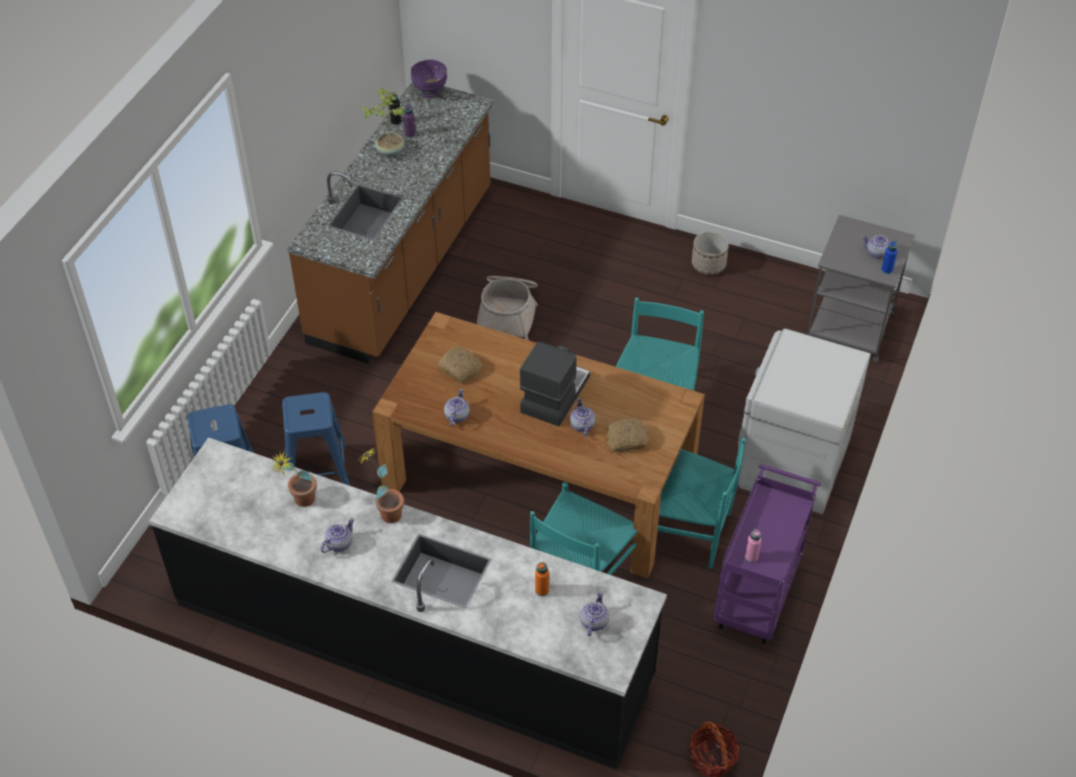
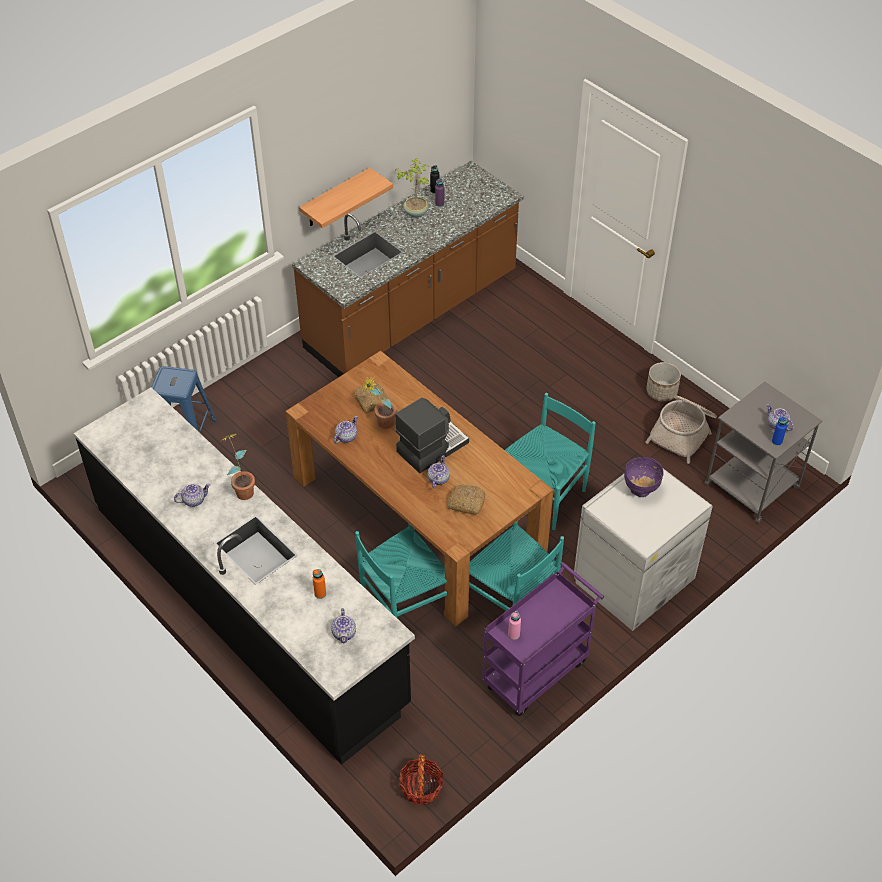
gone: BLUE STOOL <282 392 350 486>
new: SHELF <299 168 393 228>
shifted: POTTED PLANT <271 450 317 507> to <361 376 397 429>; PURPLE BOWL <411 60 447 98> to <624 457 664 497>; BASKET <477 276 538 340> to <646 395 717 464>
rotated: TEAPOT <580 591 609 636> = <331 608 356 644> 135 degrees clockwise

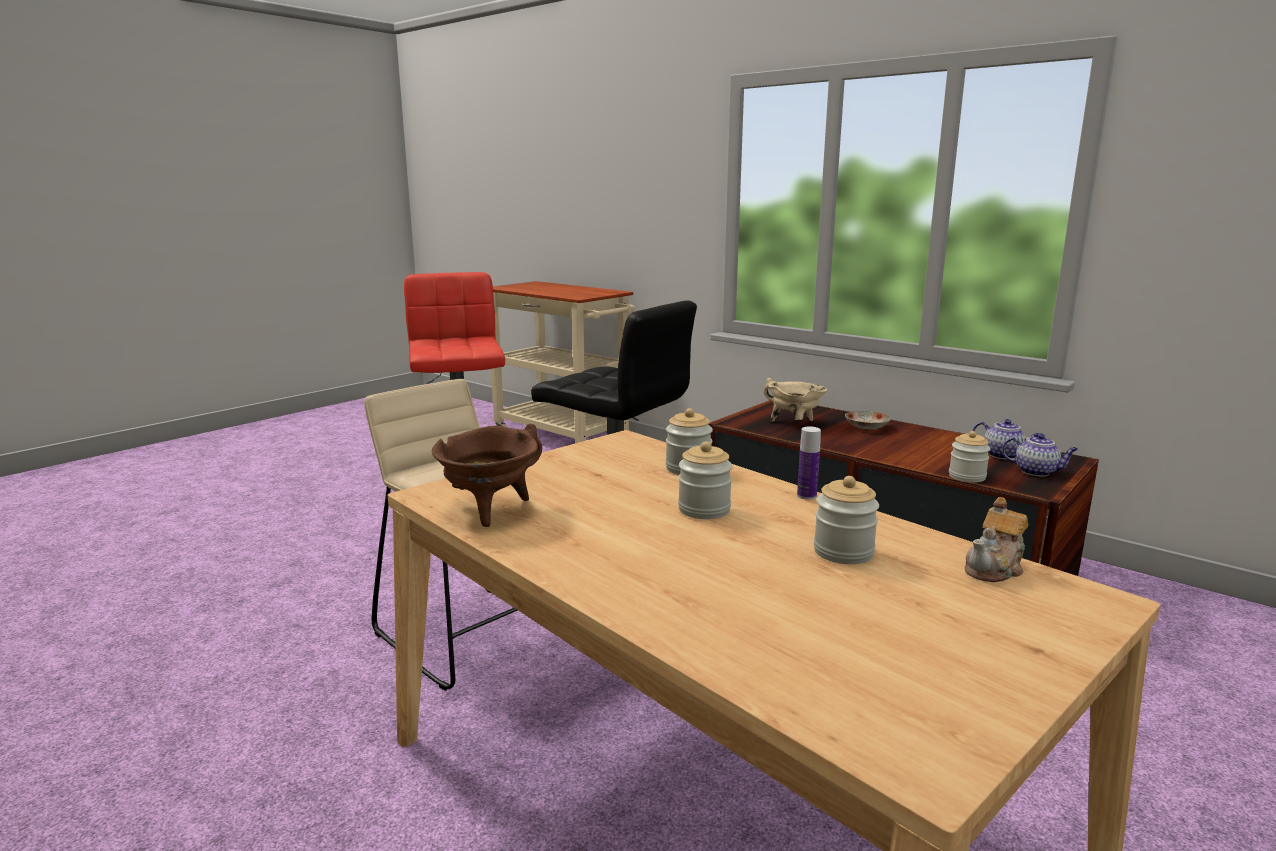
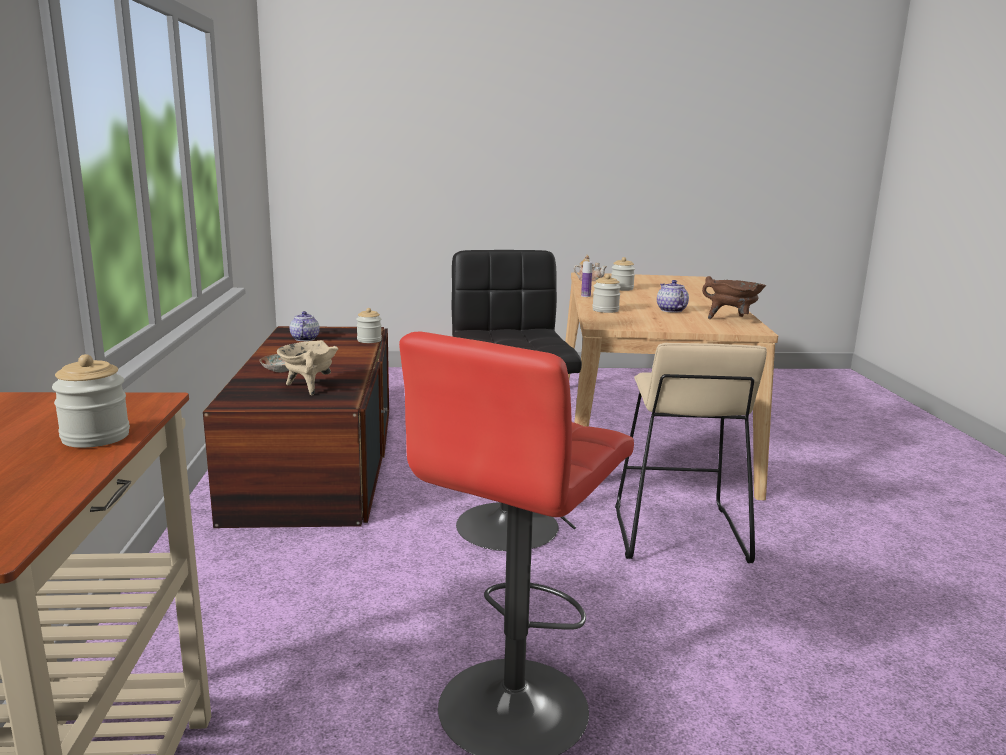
shifted: JAR <678 441 733 519> to <52 354 130 448>; TEAPOT <1002 434 1079 476> to <657 280 689 313>

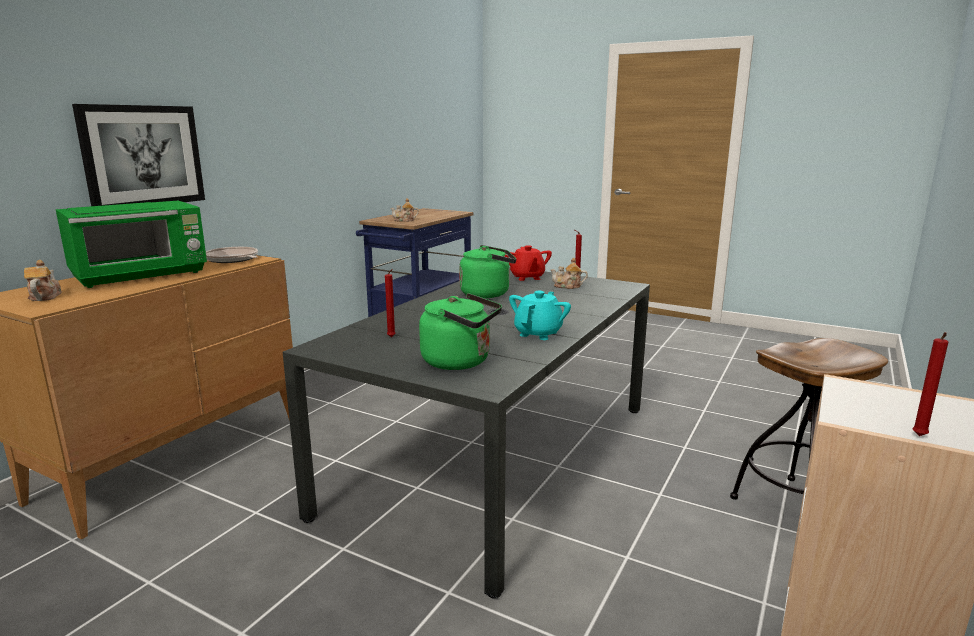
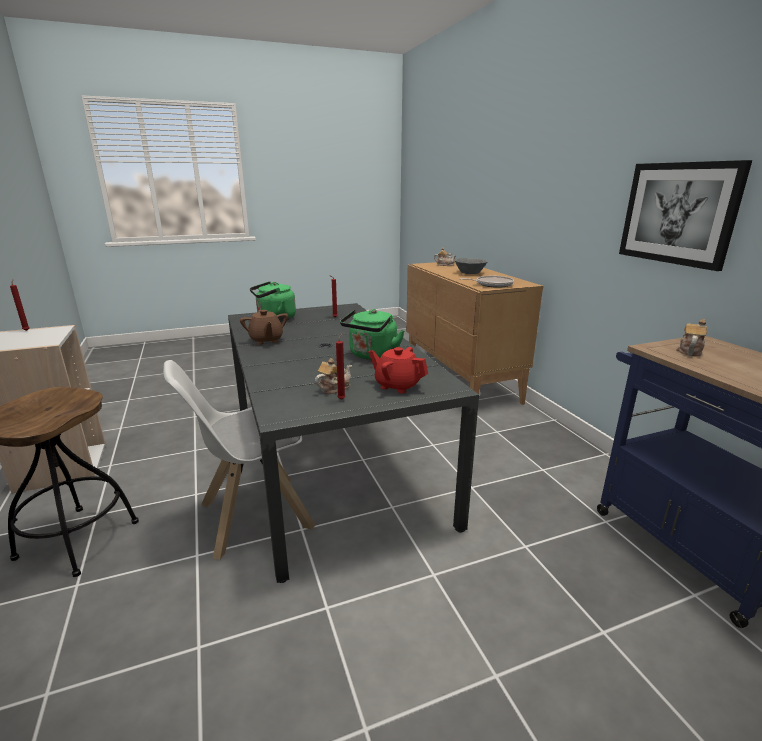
new: CHAIR <163 360 316 560>
shifted: PICTURE <72 104 205 206> to <619 160 752 271>
swapped: GREEN MICROWAVE <56 201 207 288> to GREY BOWL <455 258 488 274>
repainted: TURQUOISE TEAPOT <509 291 571 340> to BROWN TEAPOT <240 310 288 345>

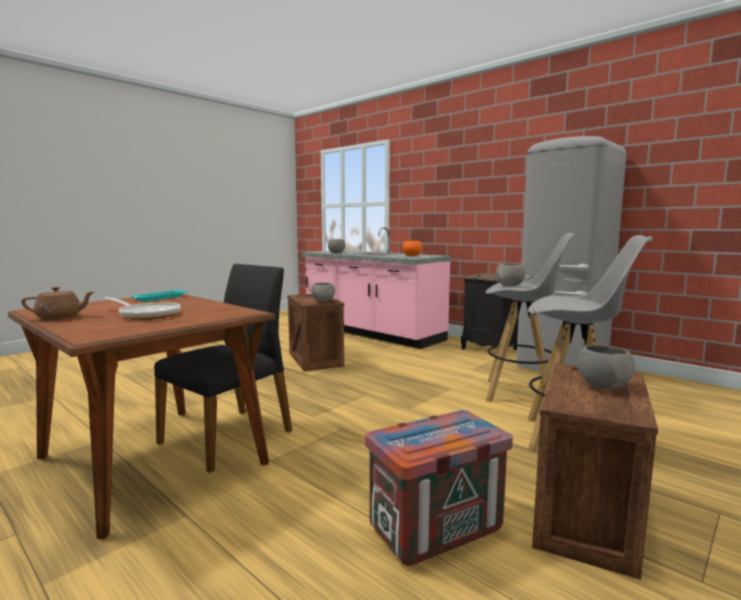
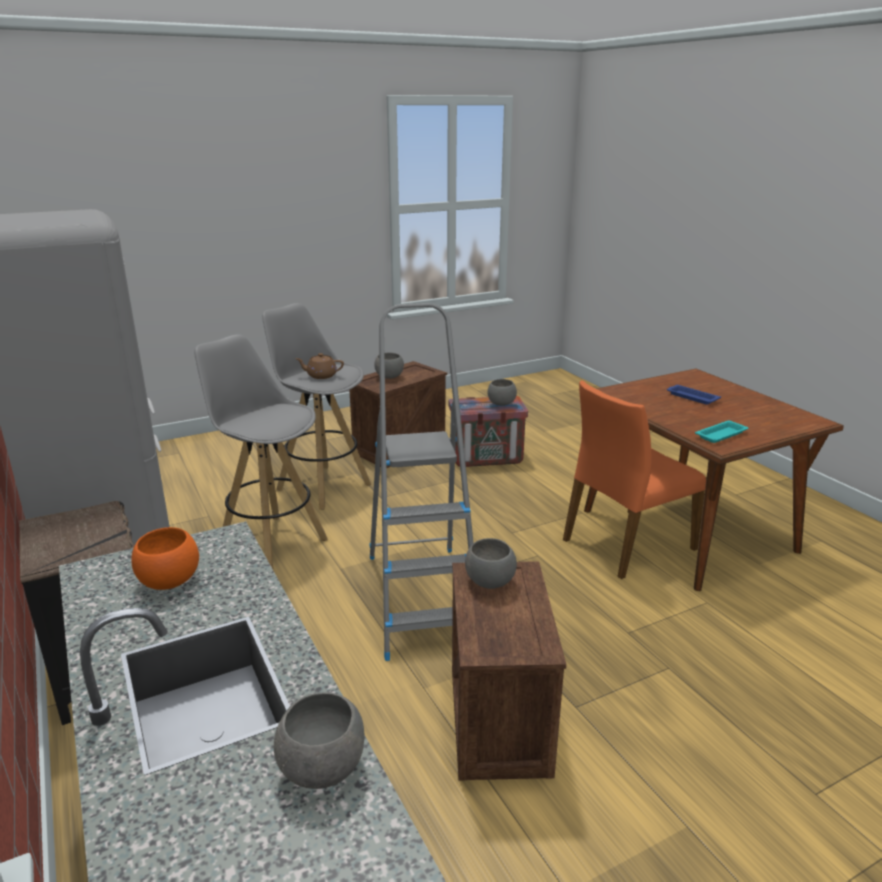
new: GREY STEP LADDER <370 303 474 661>
shifted: BROWN TEAPOT <21 287 94 320> to <295 353 344 379>; GREY BOWL <496 263 525 286> to <488 379 517 406>
swapped: FRYING PAN <104 297 180 320> to BLUE TRAY <667 385 721 405>
repainted: BLACK CHAIR <154 264 292 473> to ORANGE CHAIR <563 381 706 579>

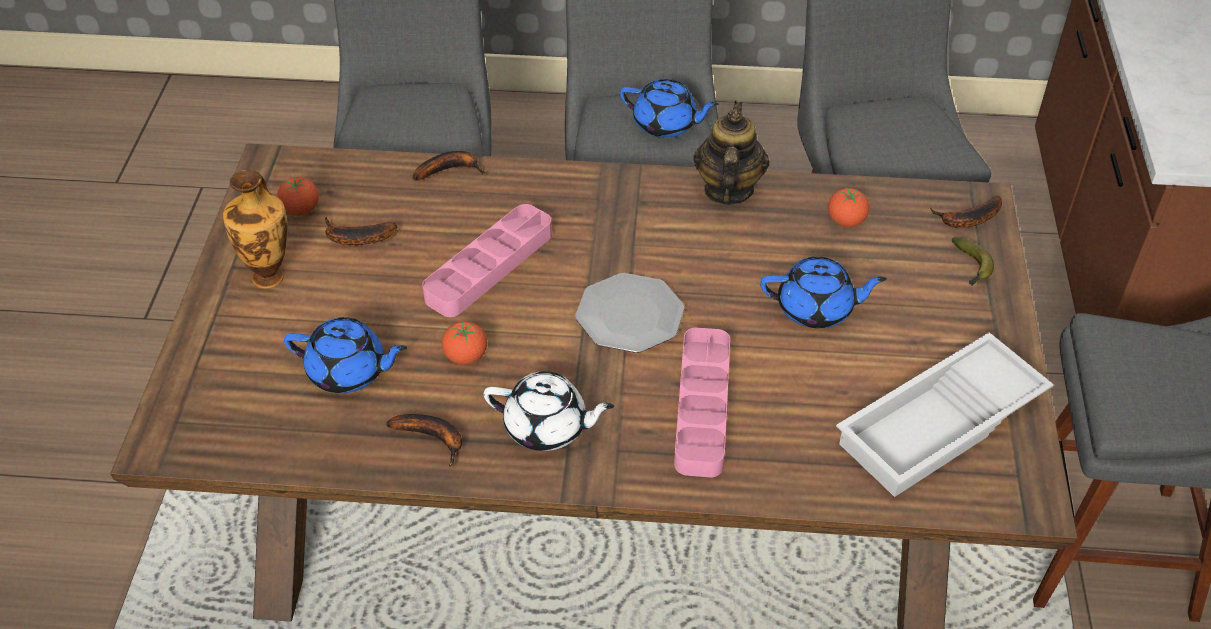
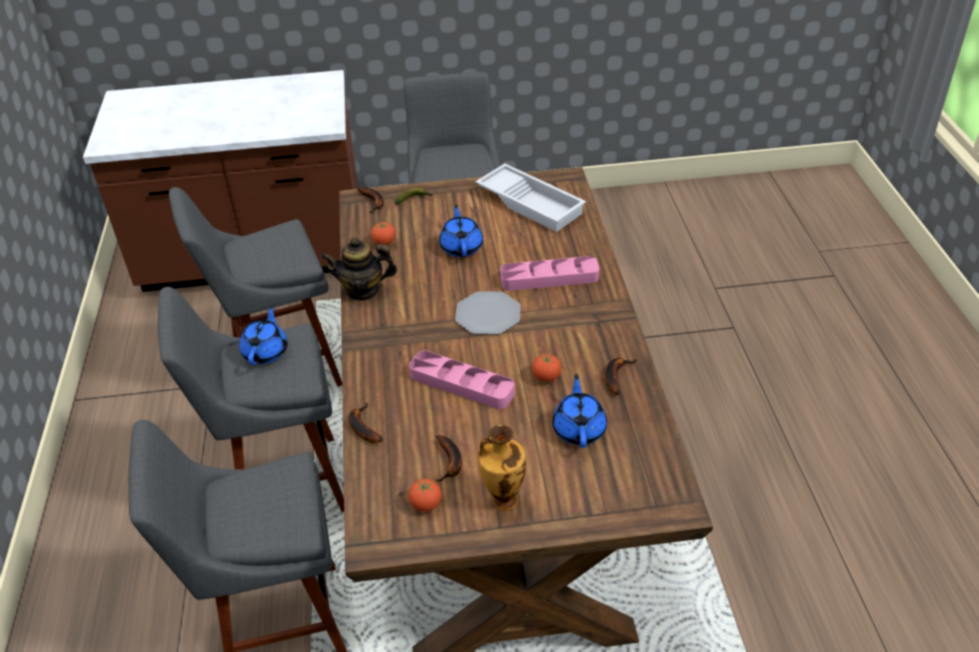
gone: WHITE TEAPOT <484 371 614 451>

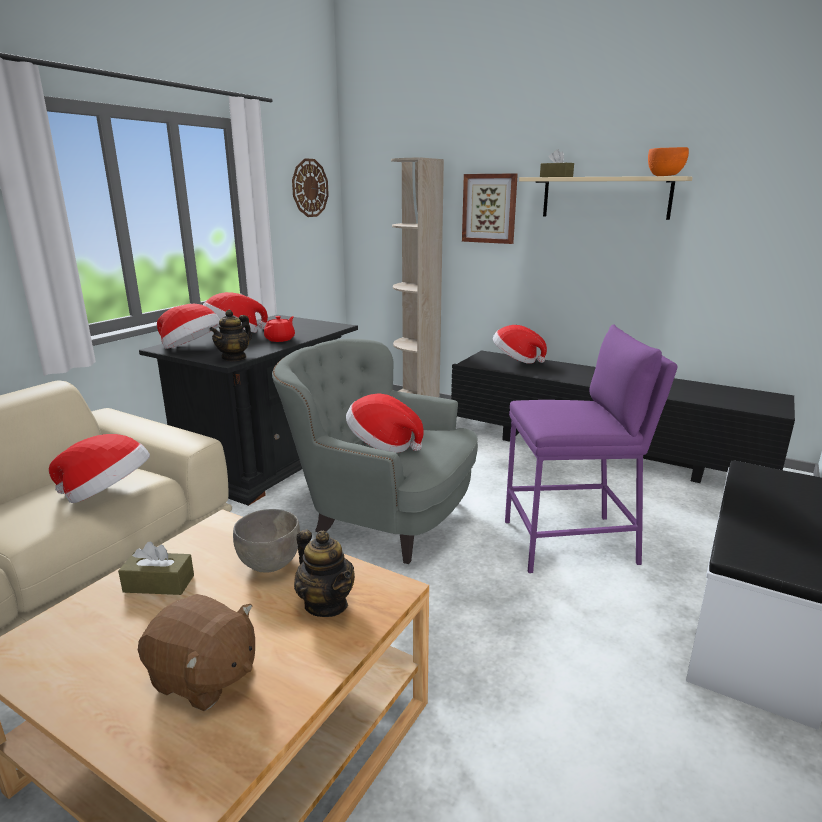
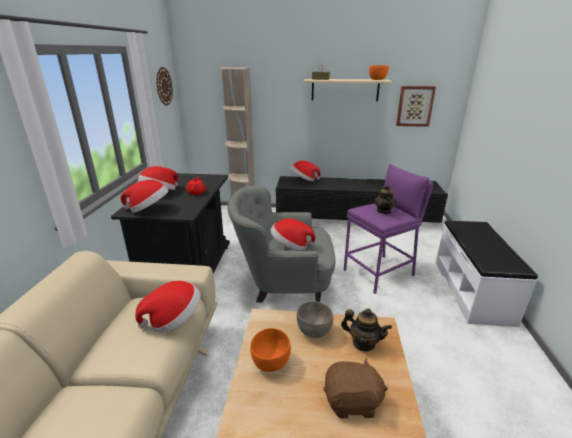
shifted: TEAPOT <209 310 252 361> to <374 185 396 214>; PICTURE <462 173 518 244> to <396 86 436 127>
swapped: BROWN TISSUE BOX <118 541 194 595> to ORANGE BOWL <250 328 291 372>

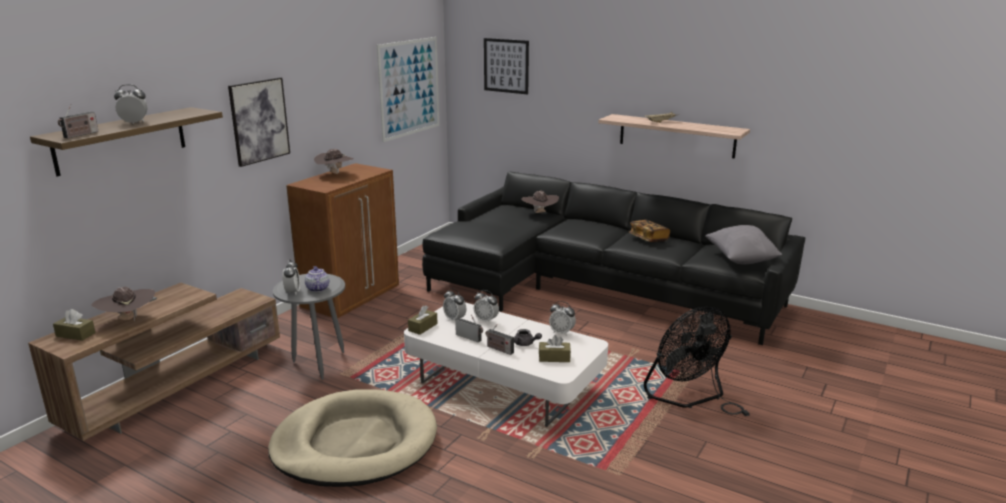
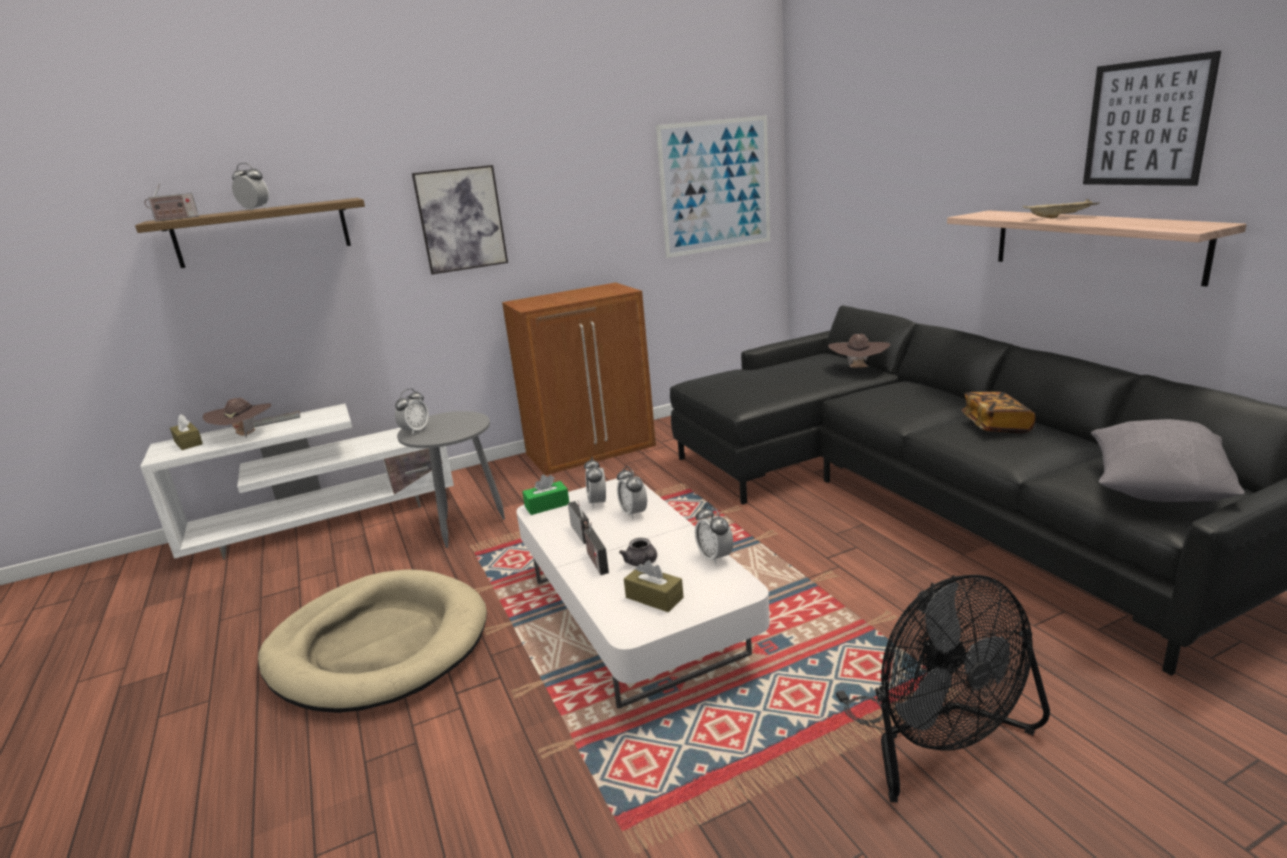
gone: TEAPOT <305 266 329 292>; BROWN HAT <314 149 354 174>
shifted: PICTURE <484 38 529 95> to <1083 51 1221 186>
repainted: BROWN TV STAND <28 283 280 441> to WHITE TV STAND <140 404 454 560>; BROWN TISSUE BOX <408 306 438 335> to GREEN TISSUE BOX <522 475 569 515>
rotated: BLACK FAN <644 307 750 416> = <836 575 1050 802> 150 degrees clockwise

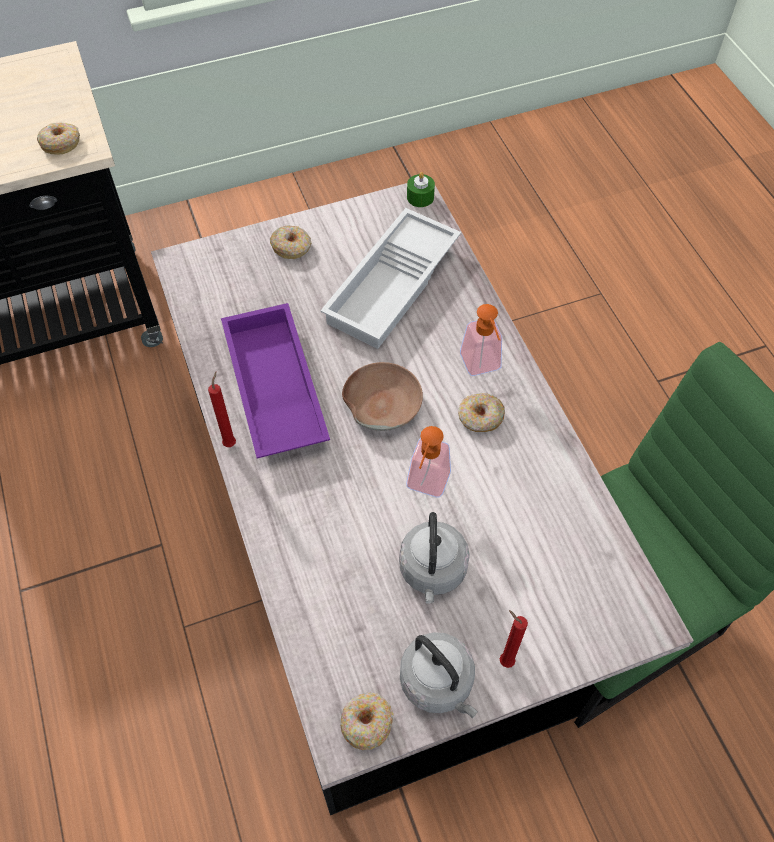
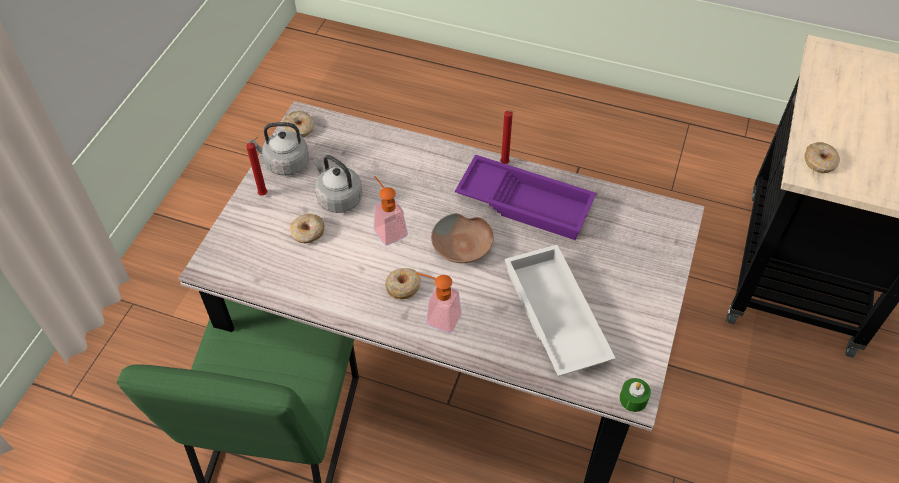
shifted: DONUT <270 225 311 259> to <290 214 325 243>

